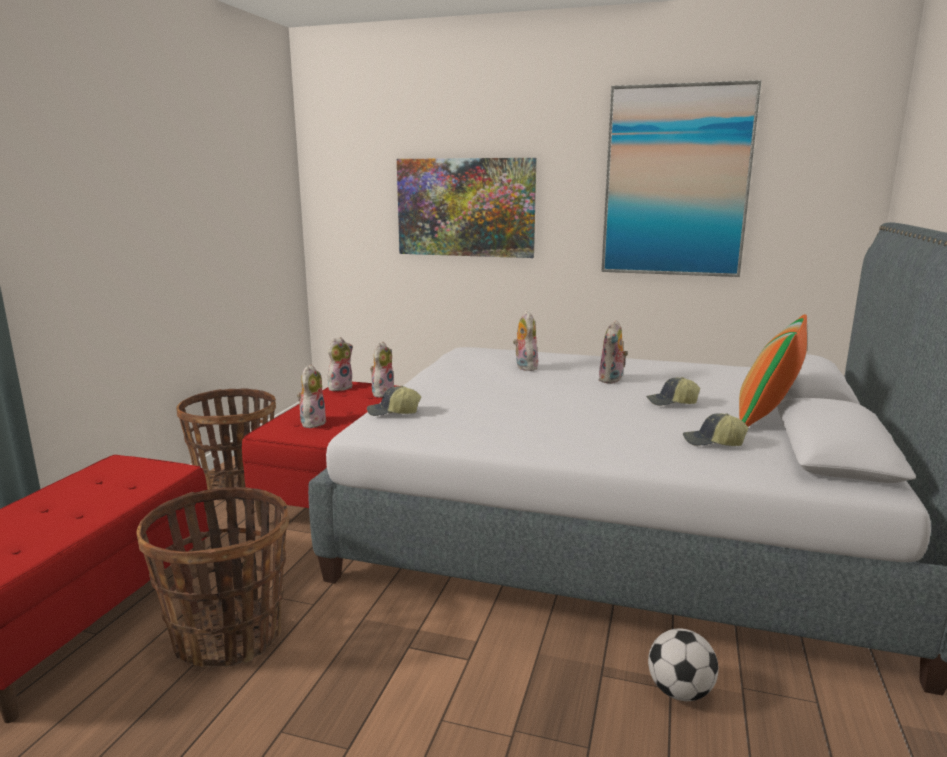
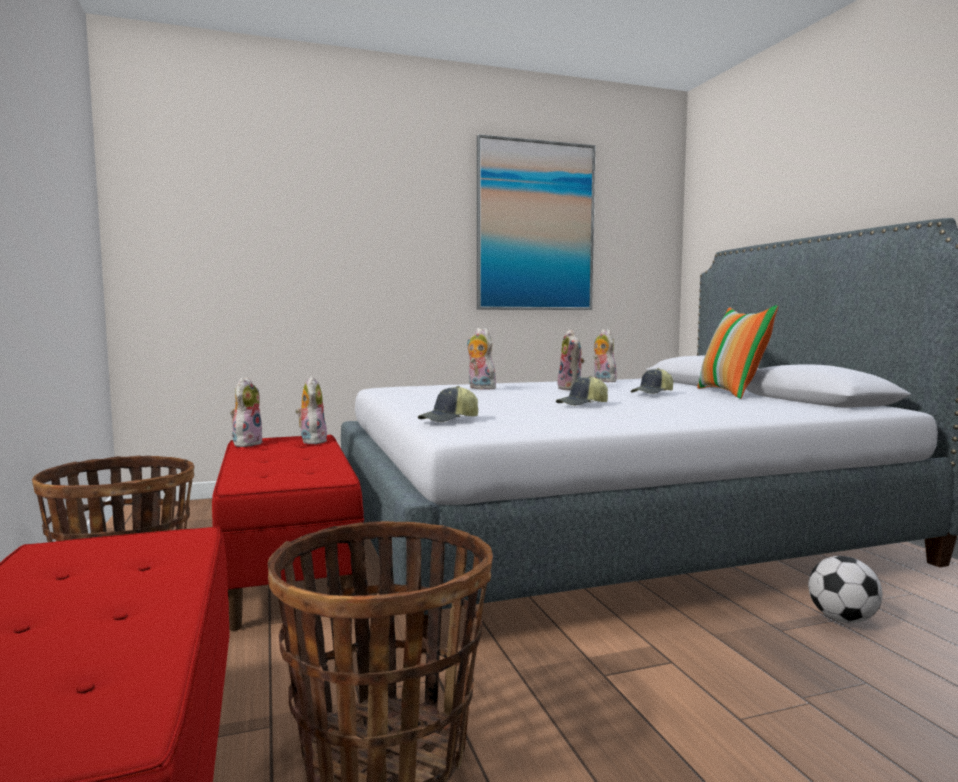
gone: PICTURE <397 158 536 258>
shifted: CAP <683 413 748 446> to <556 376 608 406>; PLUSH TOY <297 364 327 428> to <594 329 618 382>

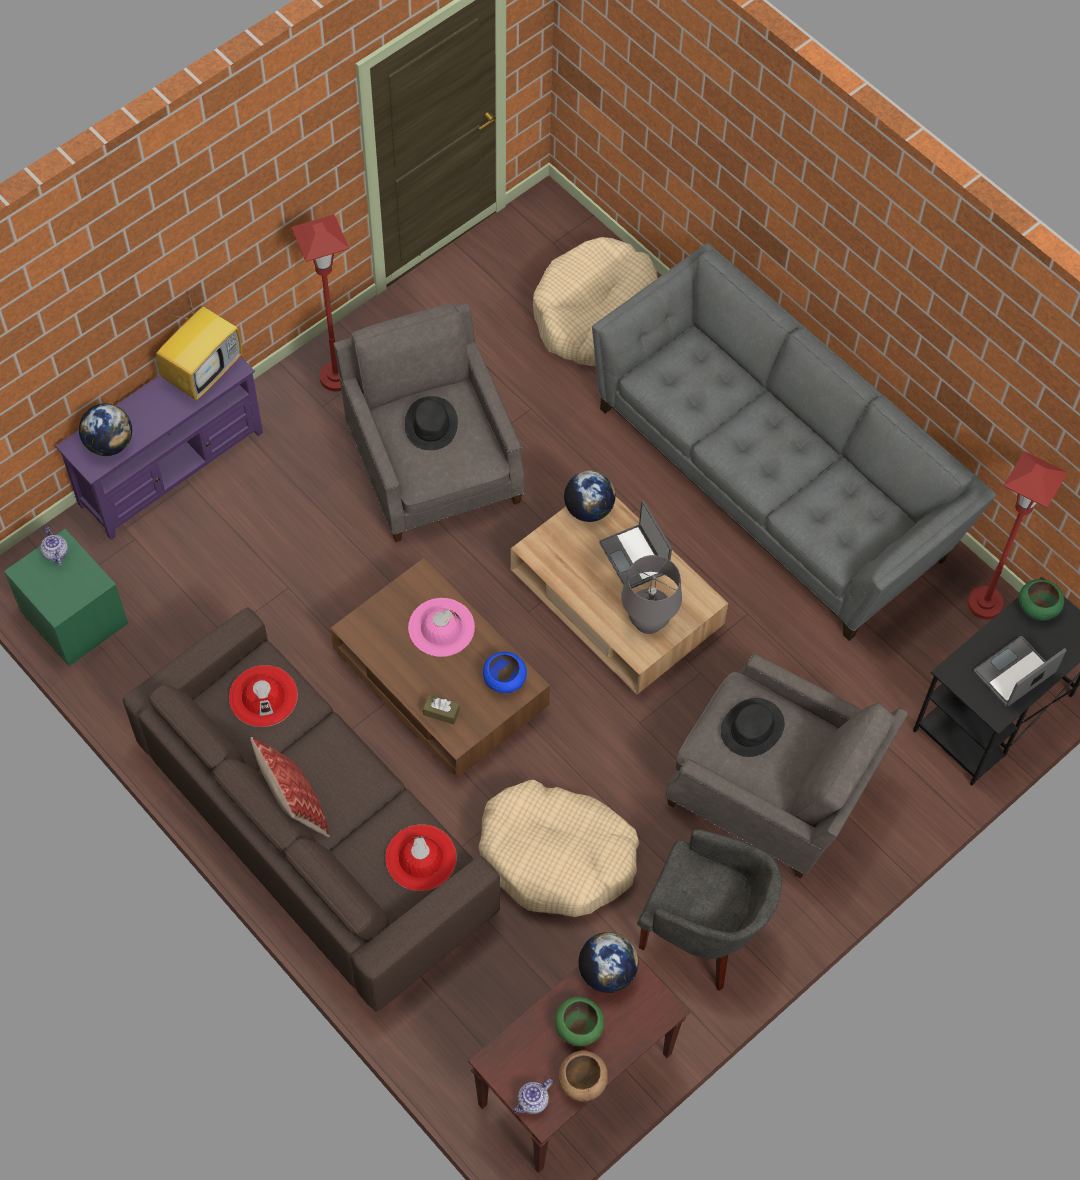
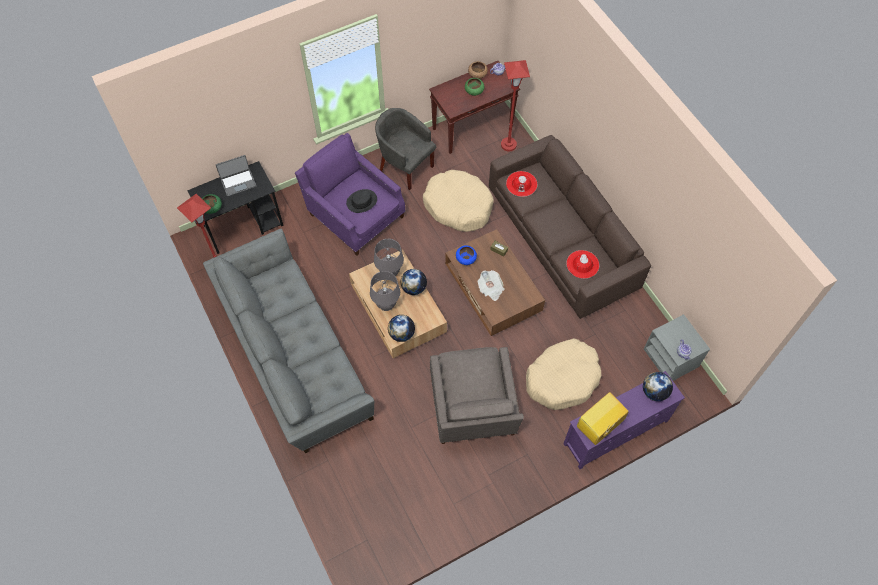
gone: PILLOW <250 737 330 837>; BLACK HAT <405 396 458 450>
shifted: GLOBE <579 932 638 993> to <401 269 427 295>; RED FLOOR LAMP <291 214 349 392> to <501 60 530 151>; BEIGE DOG BED <533 237 658 366> to <526 338 601 410>
swapped: LAPTOP <599 500 672 588> to GREY TABLE LAMP <370 271 400 311>; PINK HAT <408 598 475 657> to NEWSPAPER <478 270 505 301>
repainted: GREY ARMCHAIR <665 654 908 878> to PURPLE ARMCHAIR <295 133 405 256>; GREEN NIGHTSTAND <4 529 128 666> to GREY NIGHTSTAND <644 314 710 381>

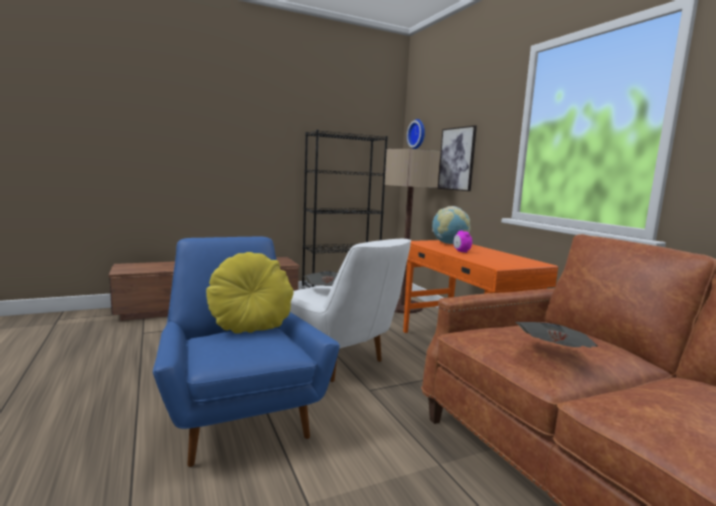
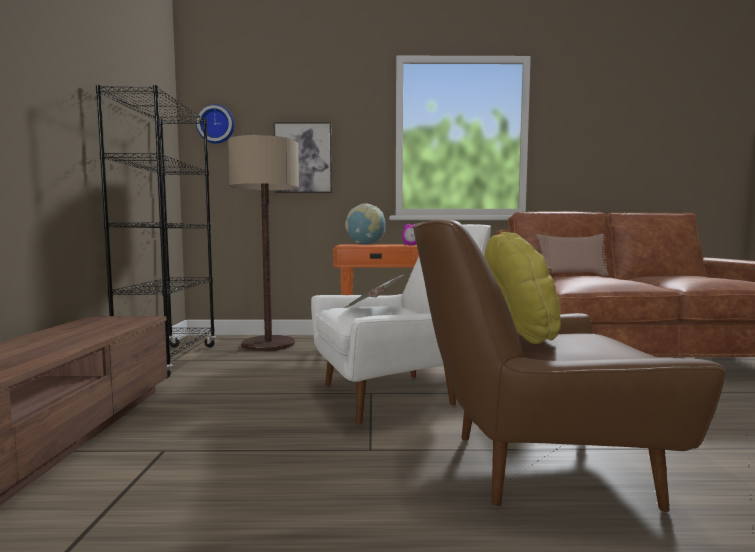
gone: NEWSPAPER <515 322 598 348>
new: BEIGE PILLOW <536 234 609 276>
repainted: BLUE ARMCHAIR <153 236 340 468> to BROWN ARMCHAIR <413 219 726 513>

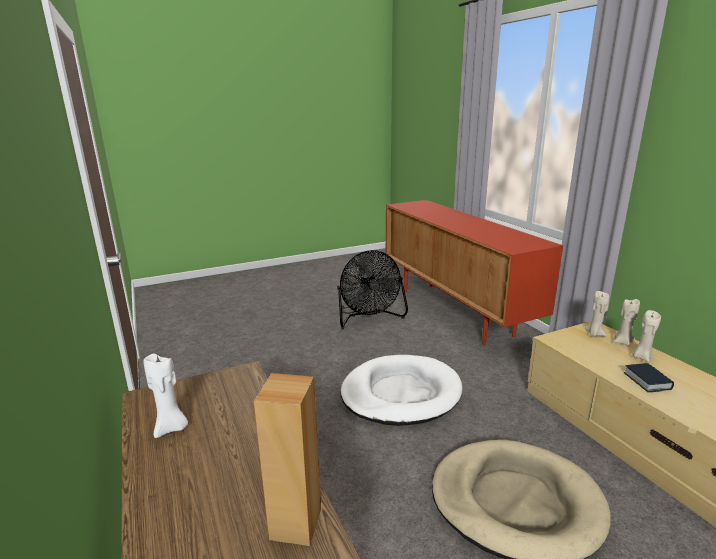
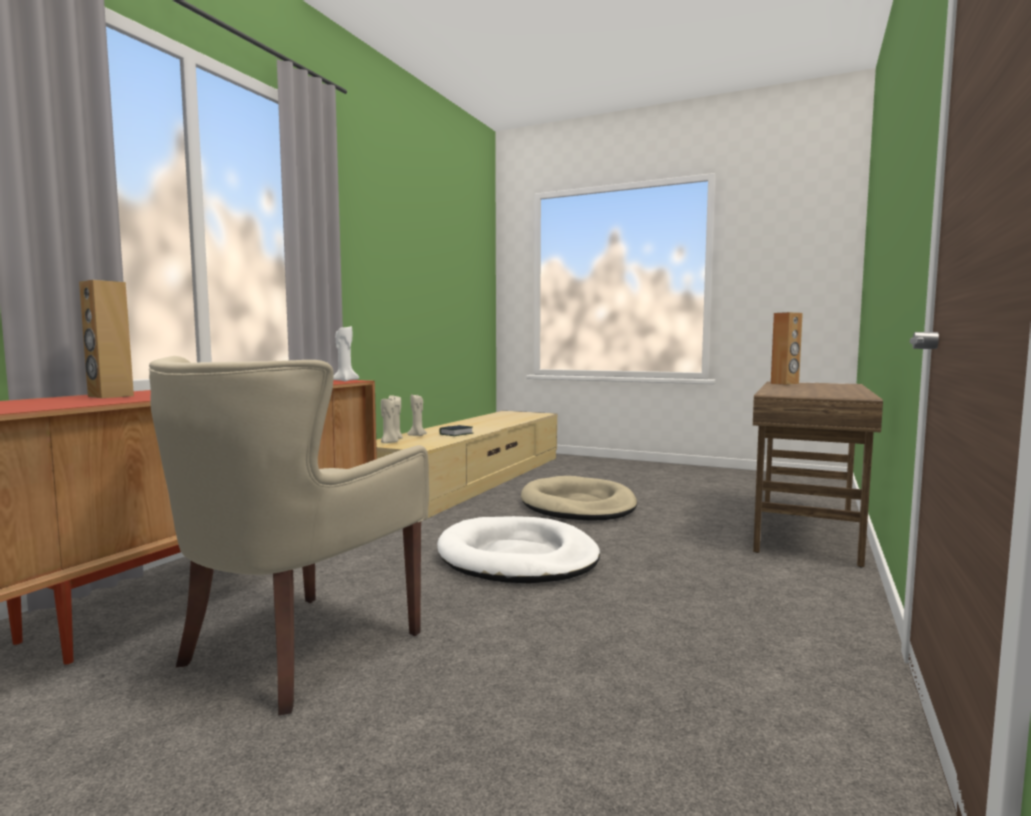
new: BROWN SPEAKER <79 280 134 398>
shifted: WHITE CANDLE <144 354 188 438> to <333 325 359 382>
swapped: BLACK FAN <337 250 408 329> to BEIGE ARMCHAIR <149 356 429 715>

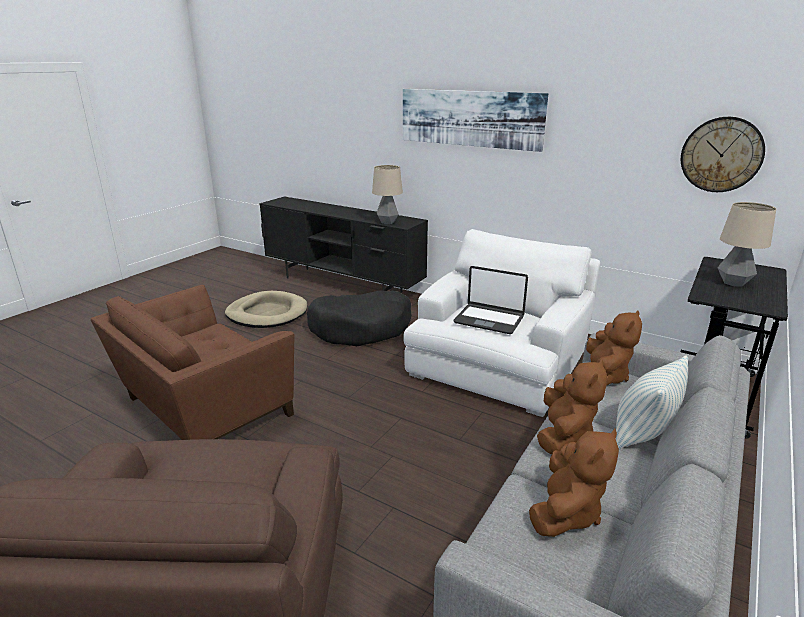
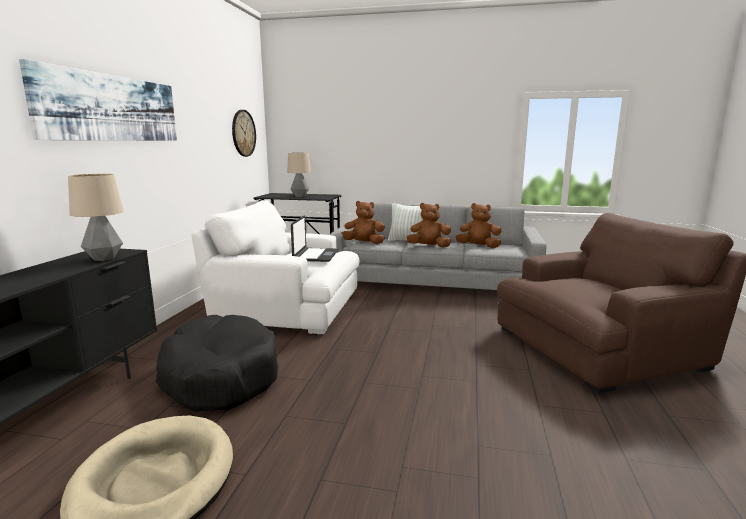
gone: BROWN ARMCHAIR <90 285 294 440>

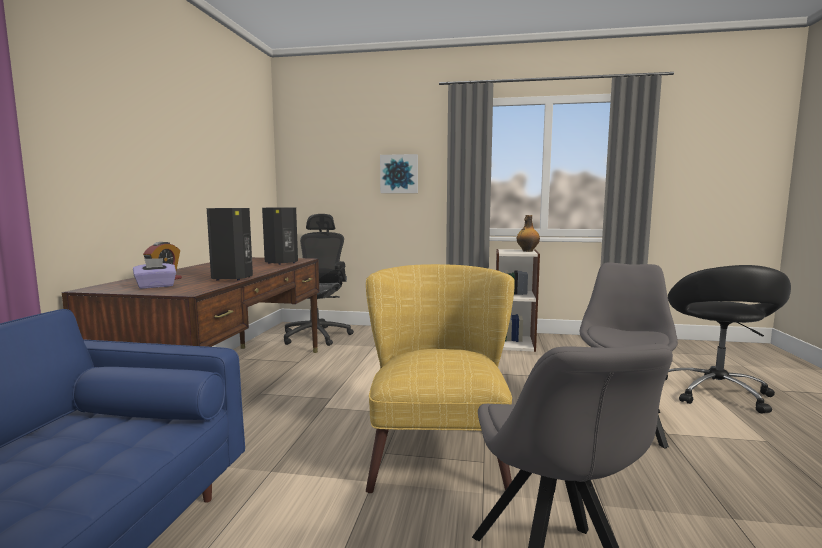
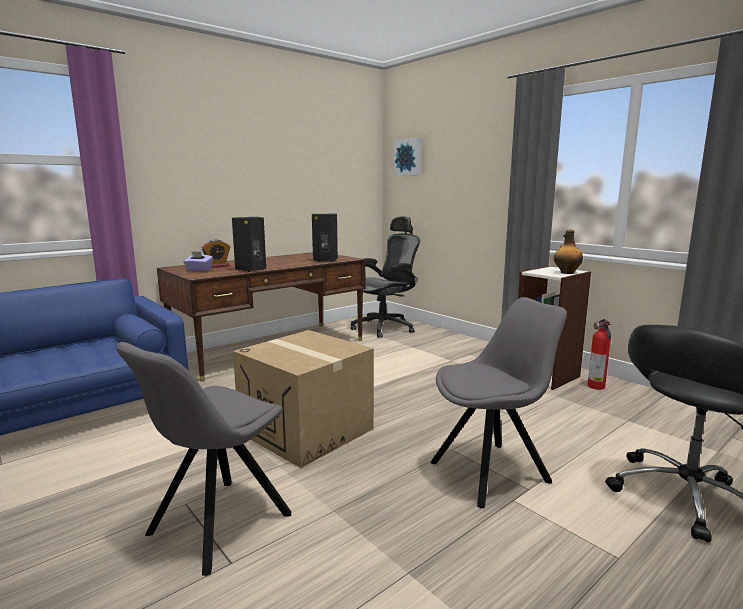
new: FIRE EXTINGUISHER <587 319 611 390>
shifted: PICTURE <380 154 418 193> to <393 138 421 176>
swapped: YELLOW ARMCHAIR <366 264 515 493> to CARDBOARD BOX <233 330 374 468>

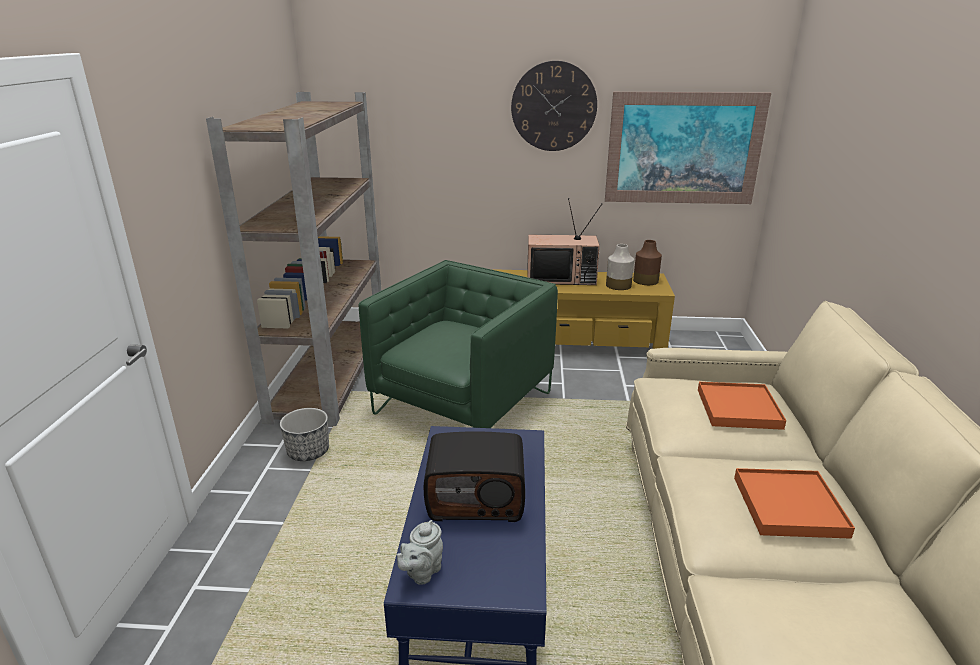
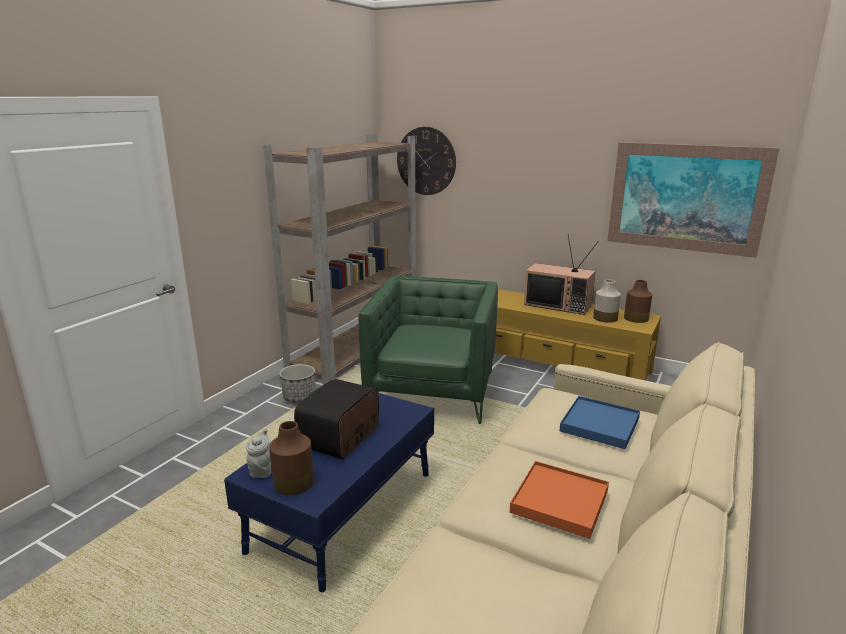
new: BROWN VASE <269 421 314 495>
shifted: WALL CLOCK <511 61 597 151> to <397 127 456 195>
repainted: ORANGE TRAY <698 382 786 430> to BLUE TRAY <559 396 640 449>
rotated: GREY TEAPOT <397 520 443 585> = <246 428 272 478> 120 degrees clockwise; RADIO <424 431 525 522> = <294 379 379 459> 90 degrees clockwise; GREEN ARMCHAIR <358 260 558 428> = <359 275 498 424> 45 degrees counterclockwise

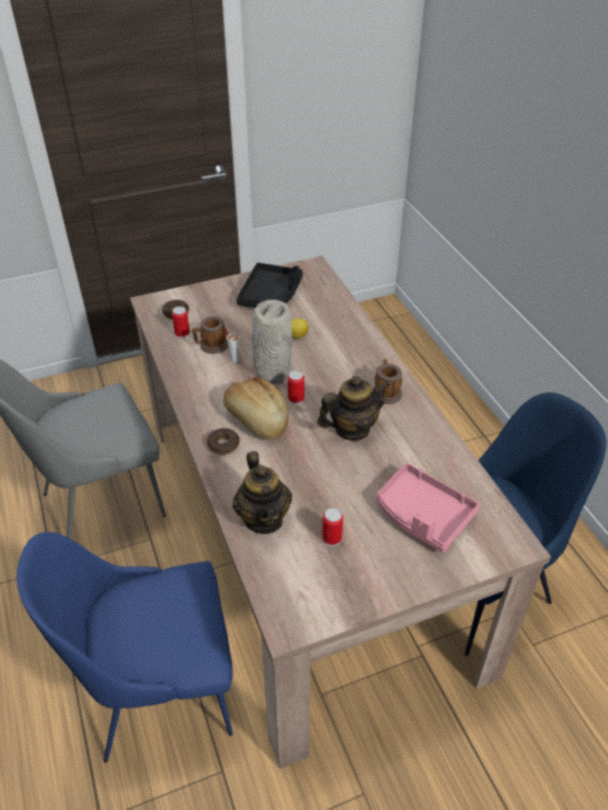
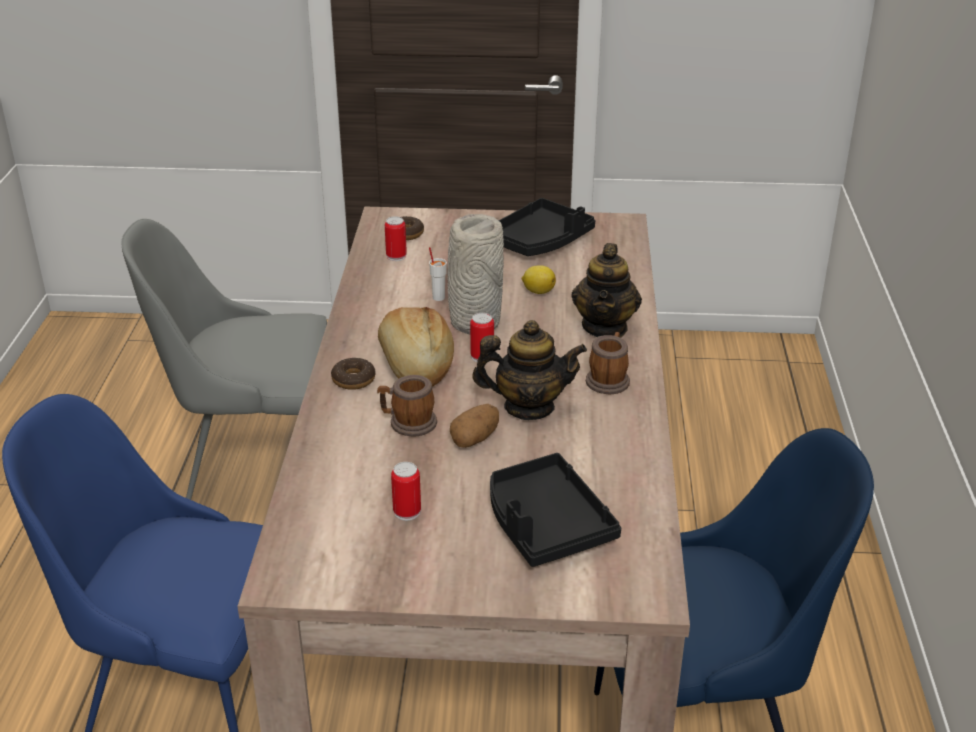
new: POTATO <450 404 499 448>
shifted: MUG <191 316 228 354> to <377 375 437 437>; TEAPOT <233 451 292 534> to <571 243 642 338>
repainted: PINK TRAY <376 463 480 553> to BLACK TRAY <490 453 621 567>

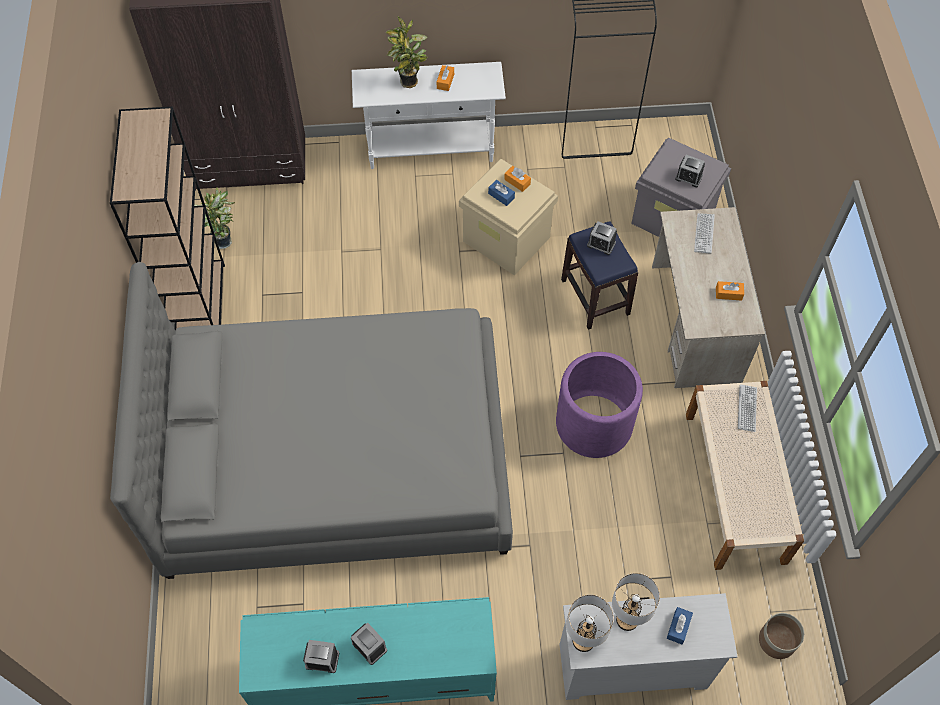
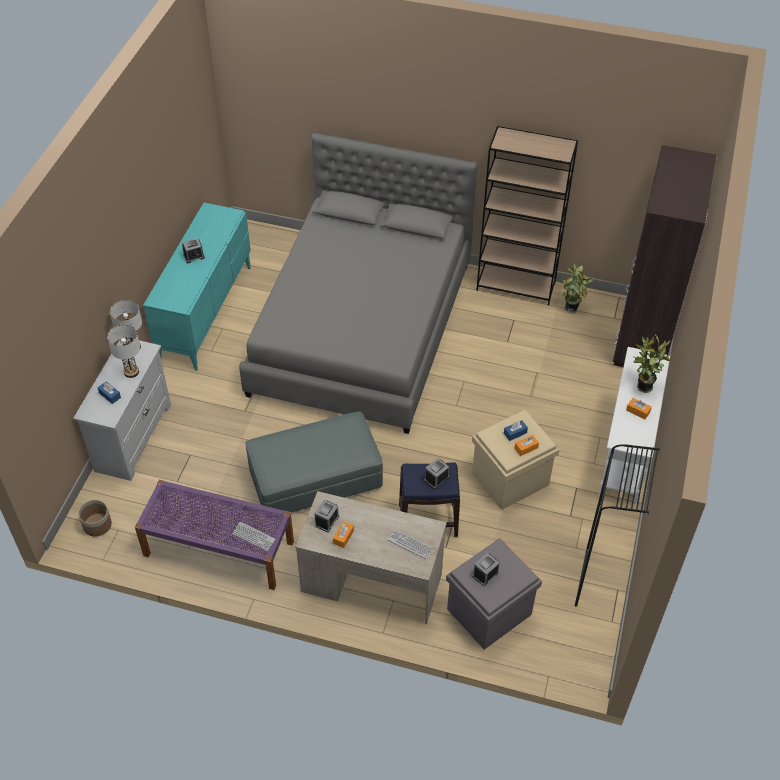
shifted: ALARM CLOCK <303 640 339 673> to <314 500 339 532>
swapped: PURPLE PLANTER <556 352 643 458> to GREY OTTOMAN <245 412 383 513>
repainted: BEIGE BENCH <686 381 804 570> to PURPLE BENCH <135 480 294 590>

